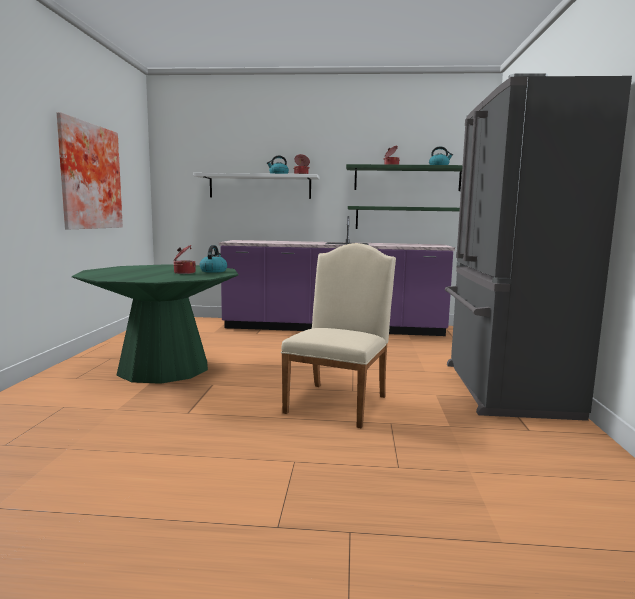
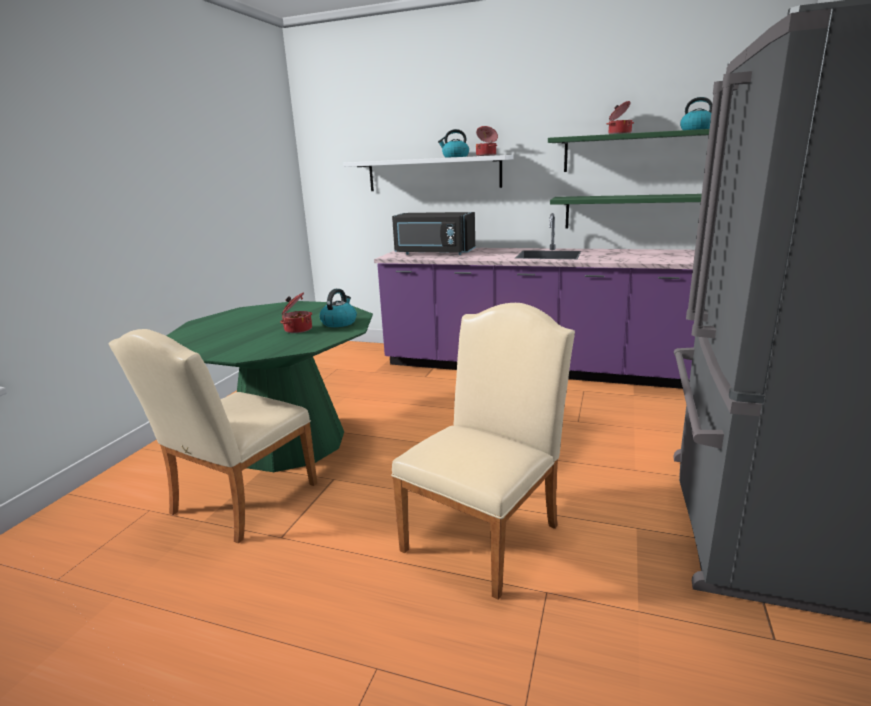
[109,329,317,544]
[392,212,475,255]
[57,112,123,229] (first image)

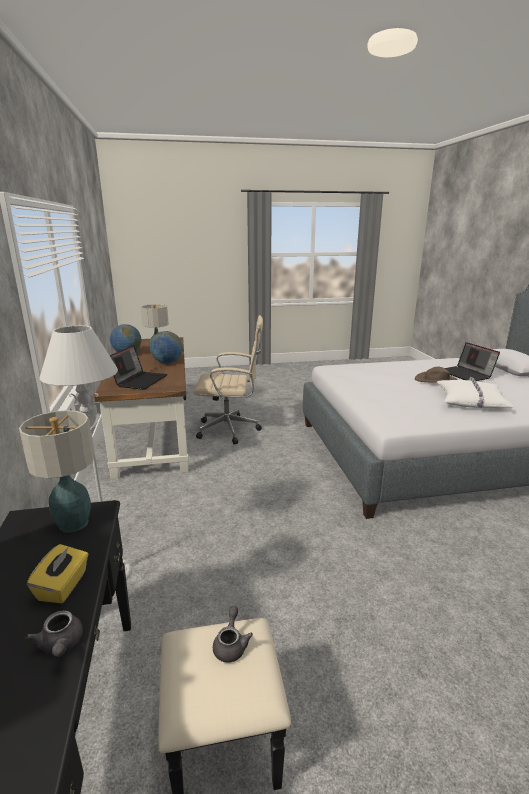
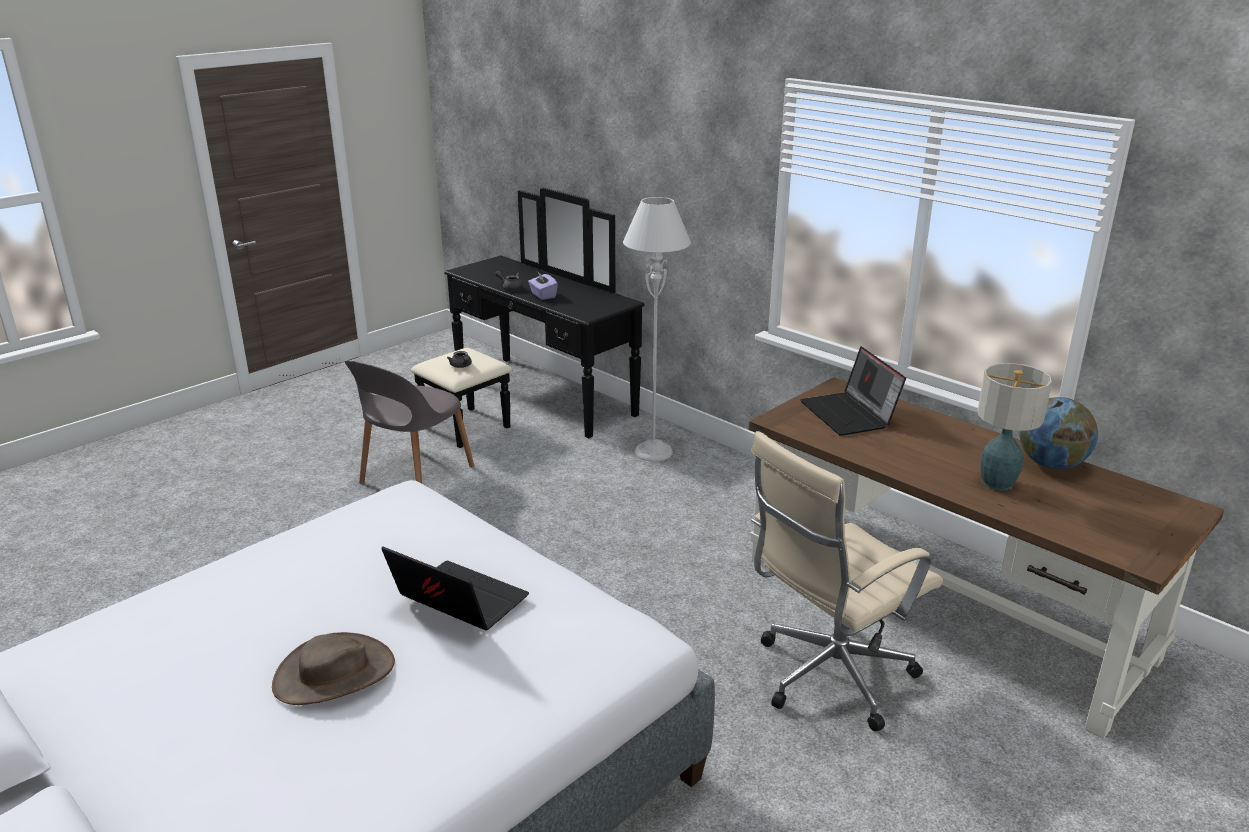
[345,361,474,484]
[382,546,529,630]
[528,271,558,300]
[19,410,95,533] (first image)
[150,331,183,363] (first image)
[437,377,514,408] (first image)

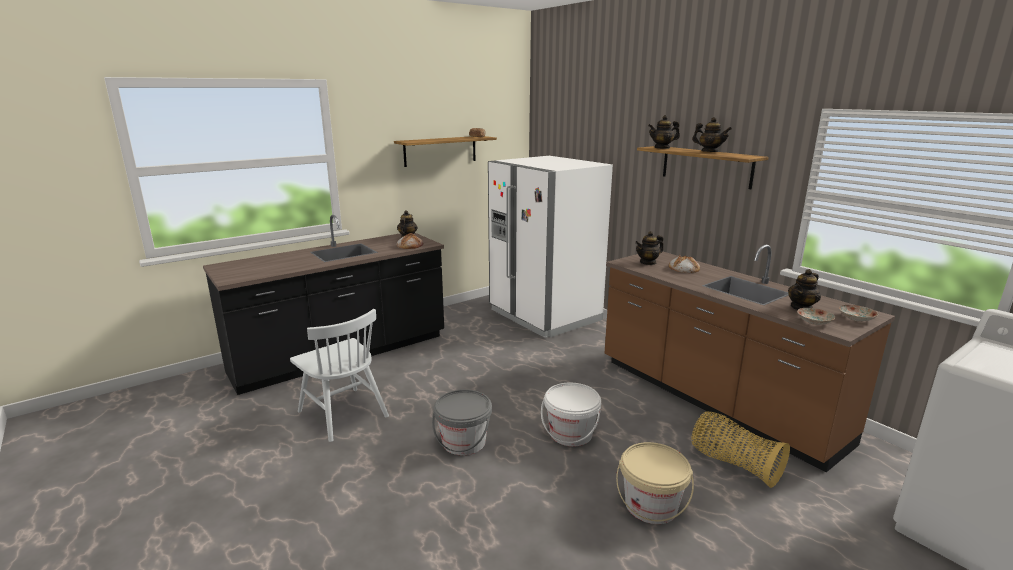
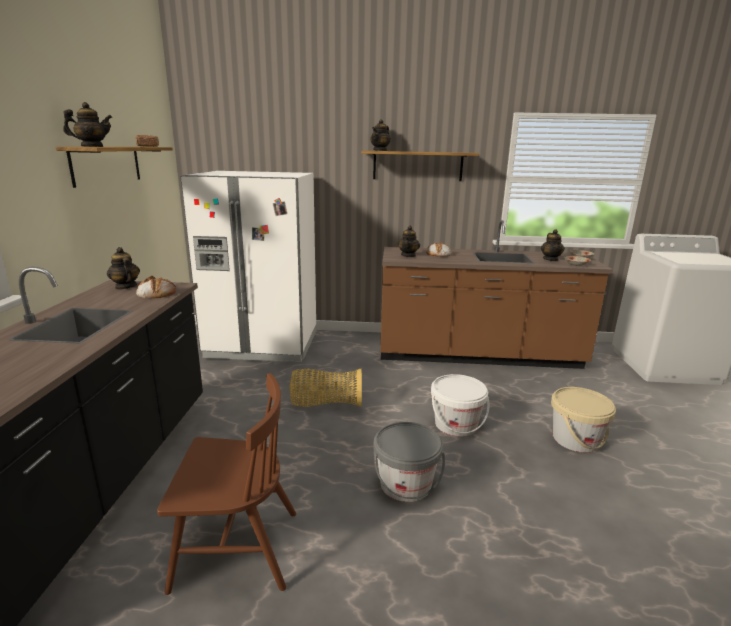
[63,102,112,147]
[157,373,296,595]
[289,369,362,407]

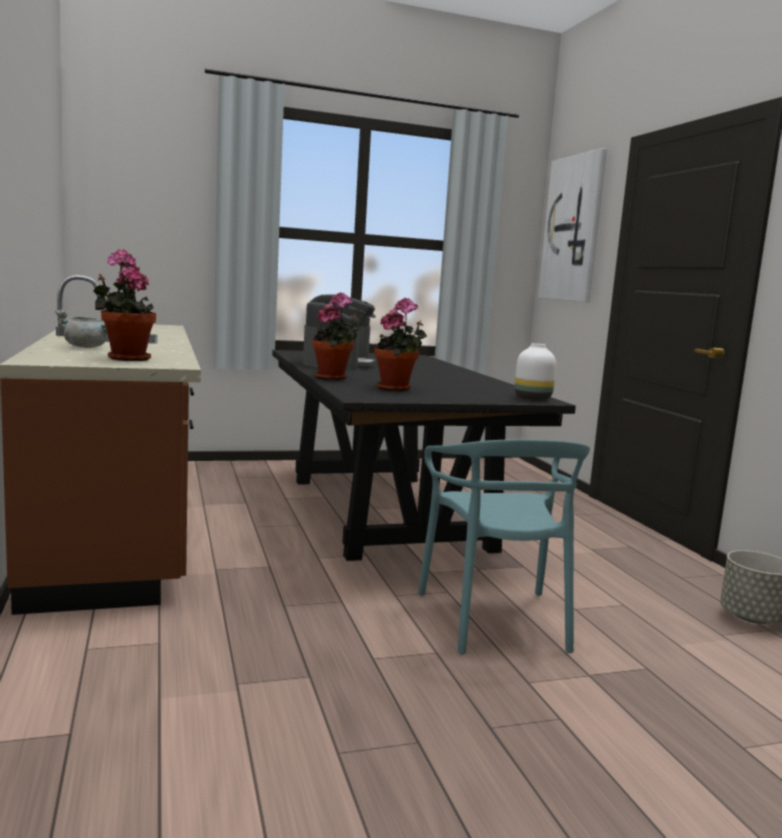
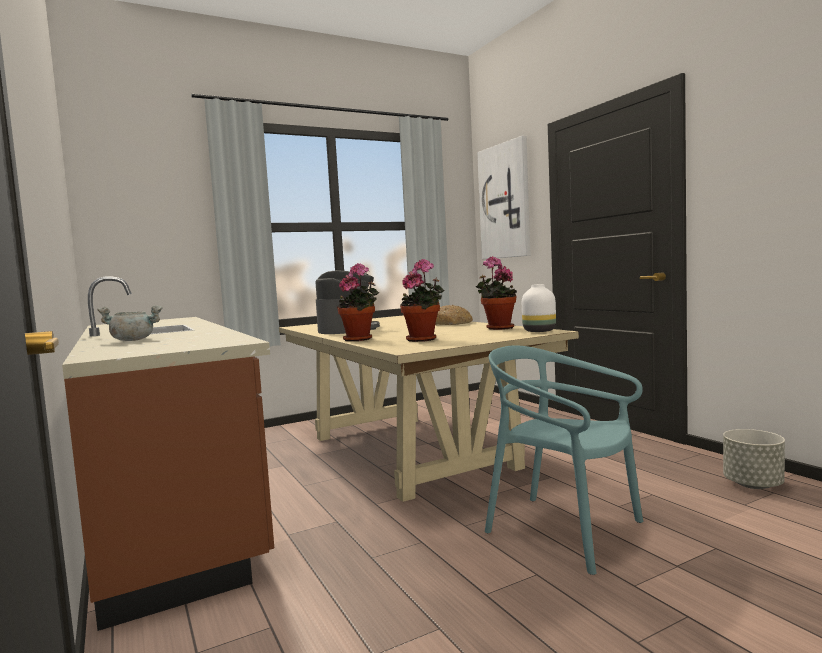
[279,315,579,502]
[435,305,473,325]
[475,256,517,330]
[485,345,643,575]

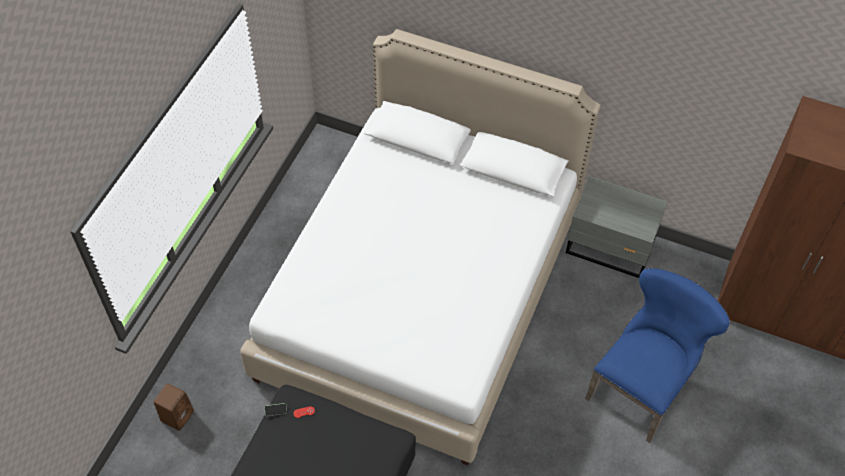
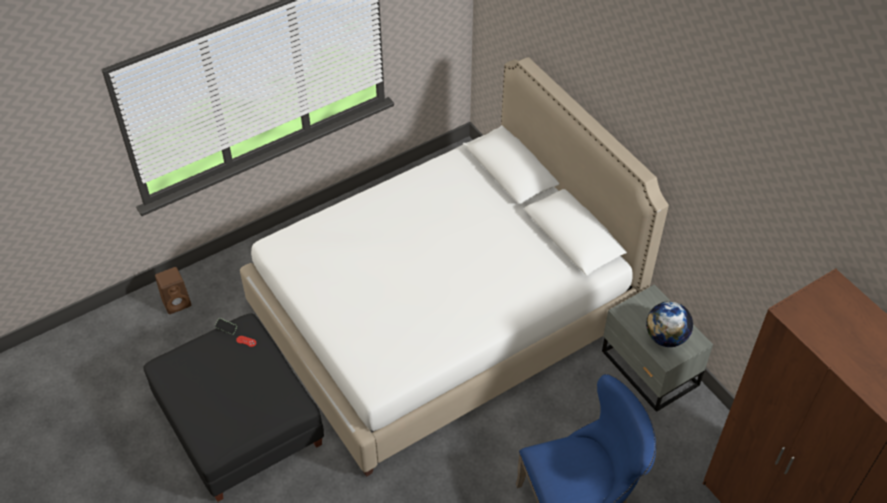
[646,301,693,347]

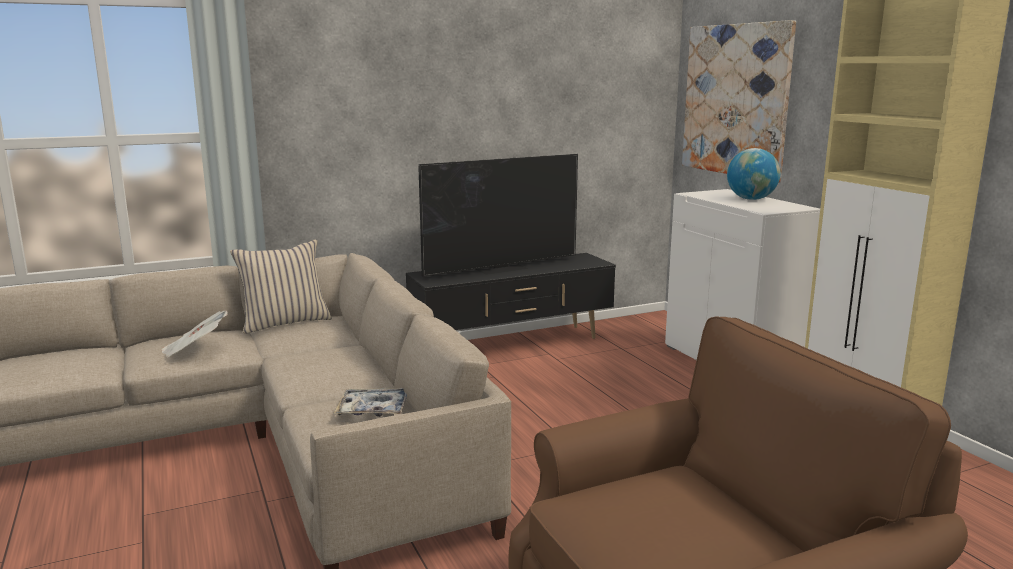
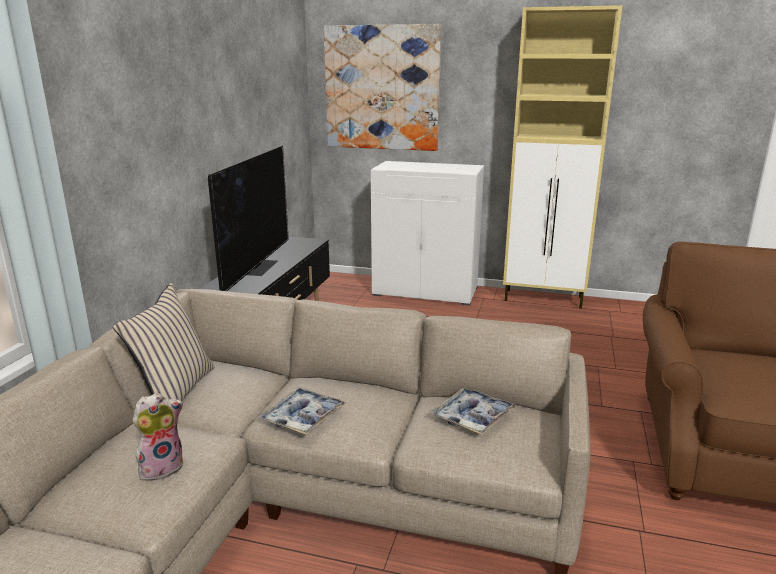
[132,393,183,483]
[259,387,346,435]
[727,148,780,200] (first image)

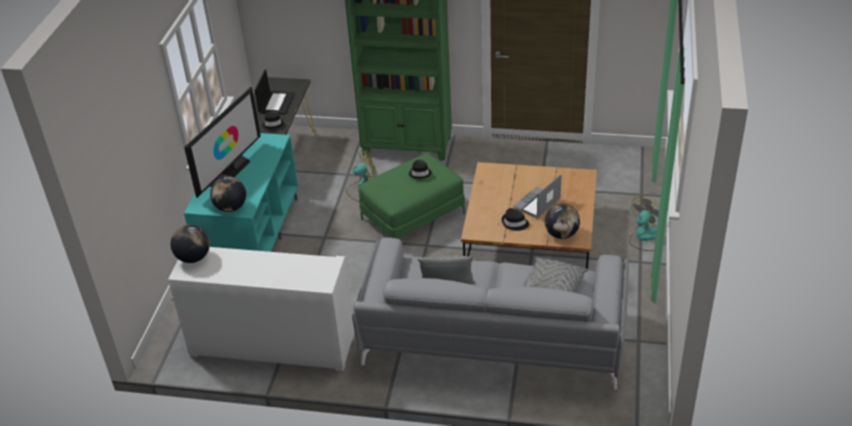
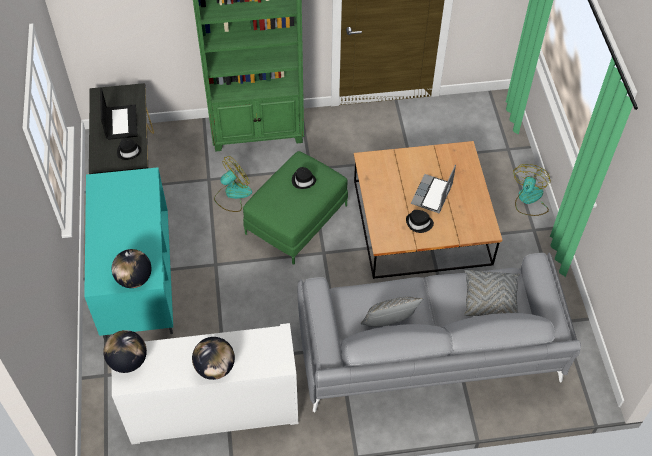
[192,337,235,380]
[184,87,261,198] (first image)

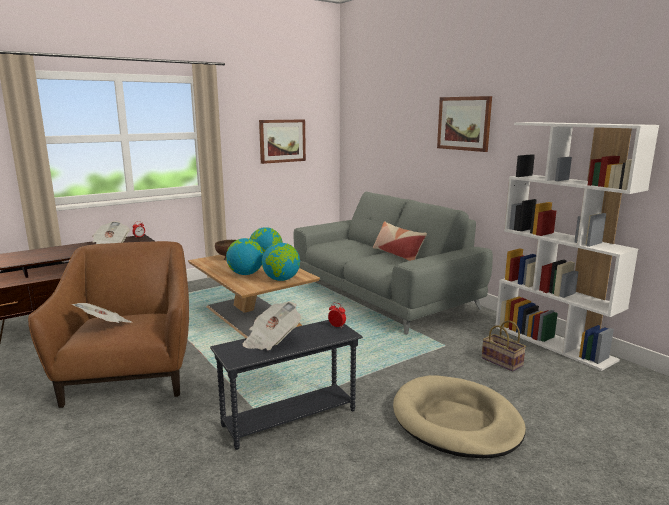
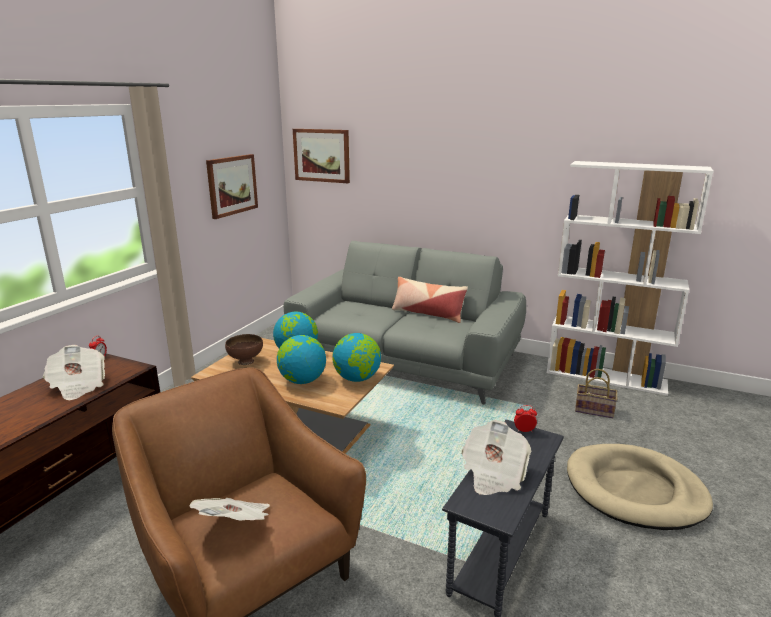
[293,129,350,183]

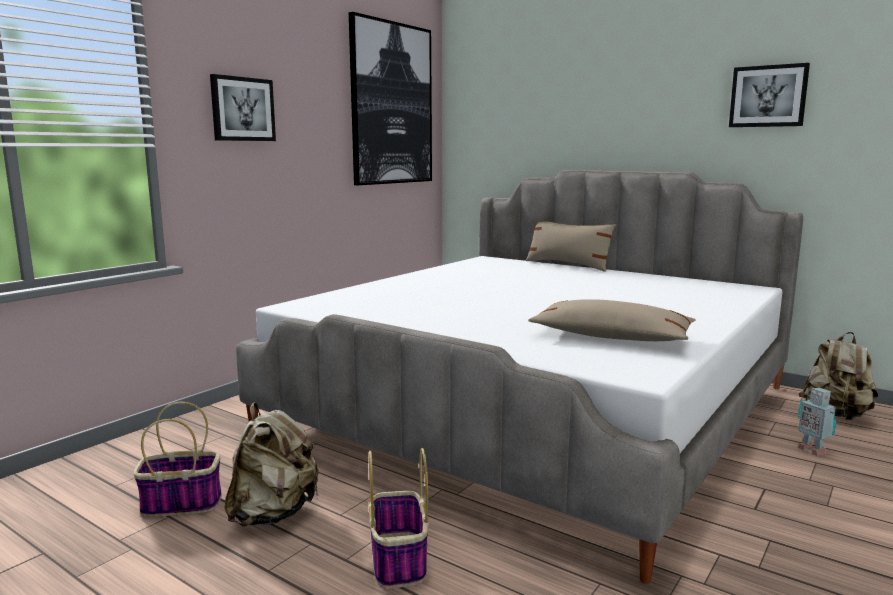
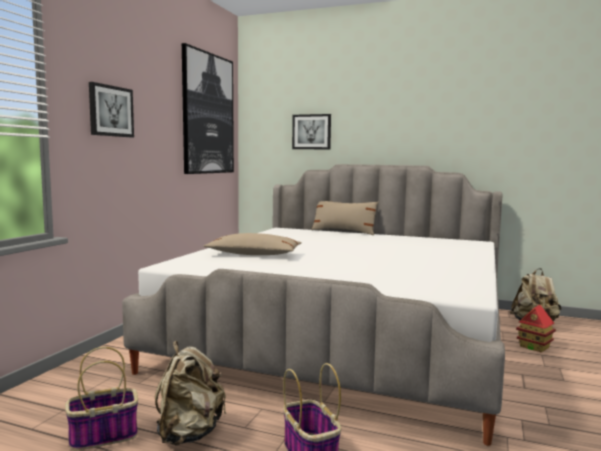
[204,233,301,255]
[292,114,331,149]
[516,305,556,352]

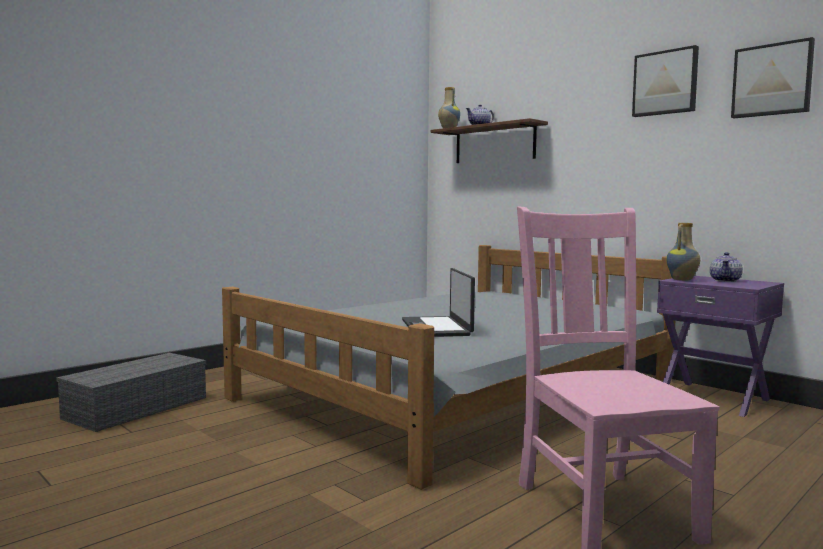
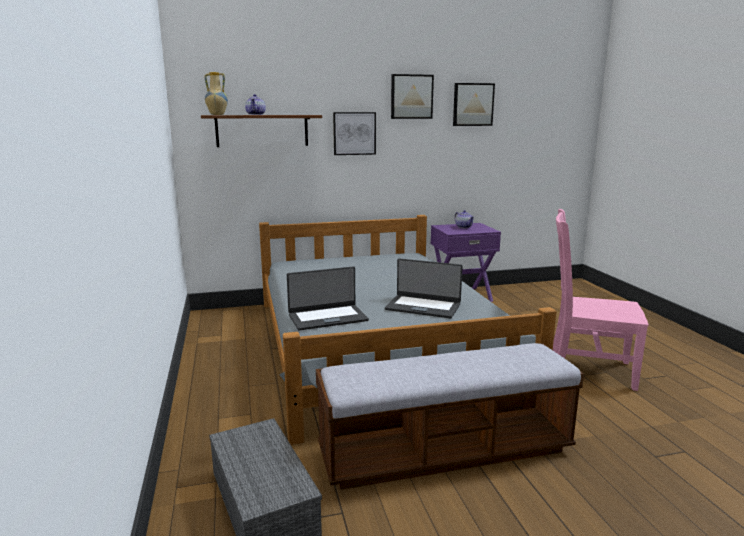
[287,266,369,330]
[316,343,584,490]
[333,112,376,155]
[666,223,700,281] (first image)

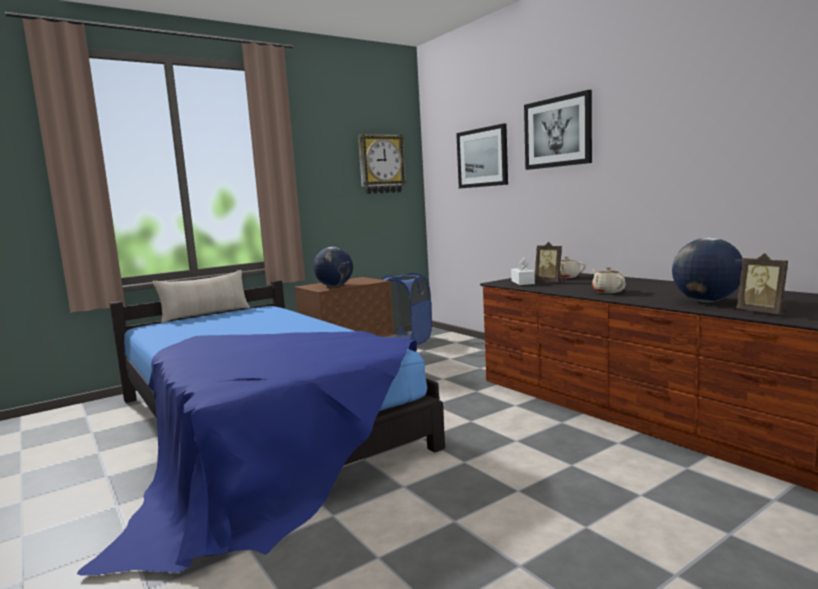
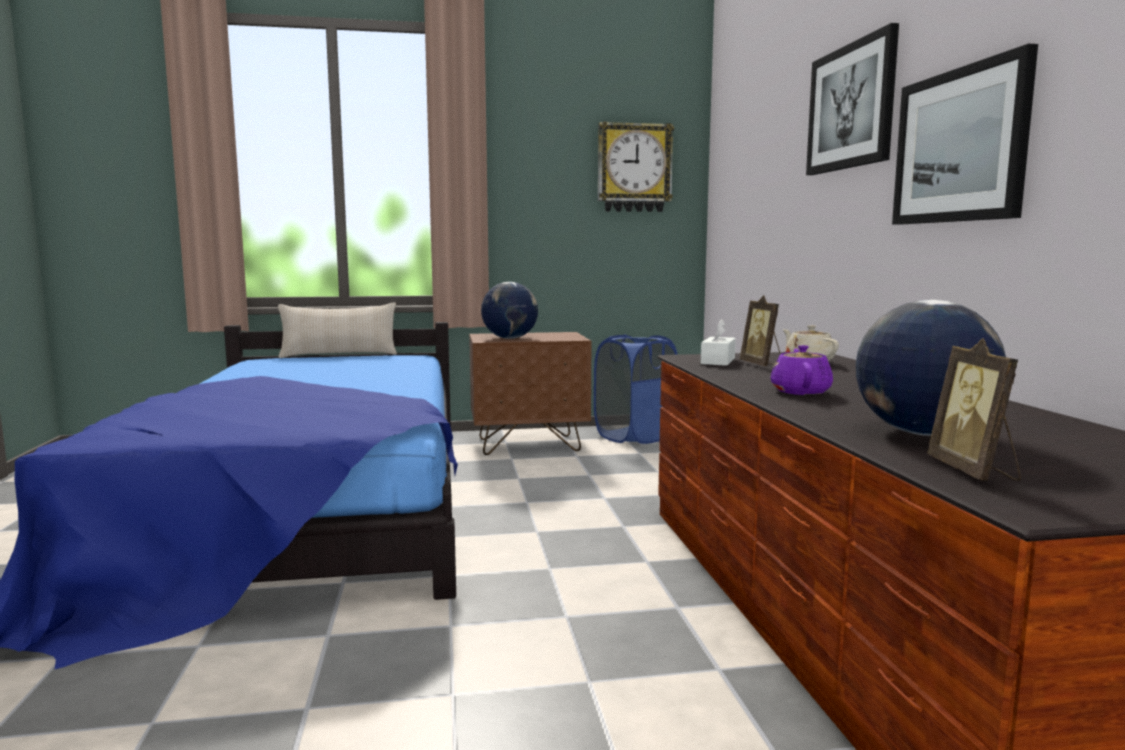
[771,345,833,395]
[892,44,1038,225]

